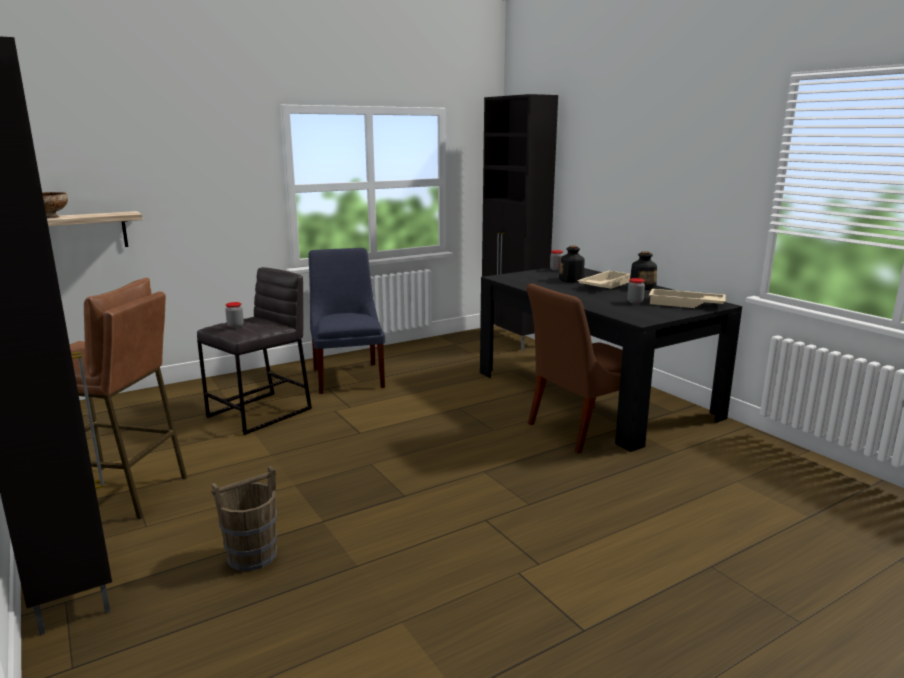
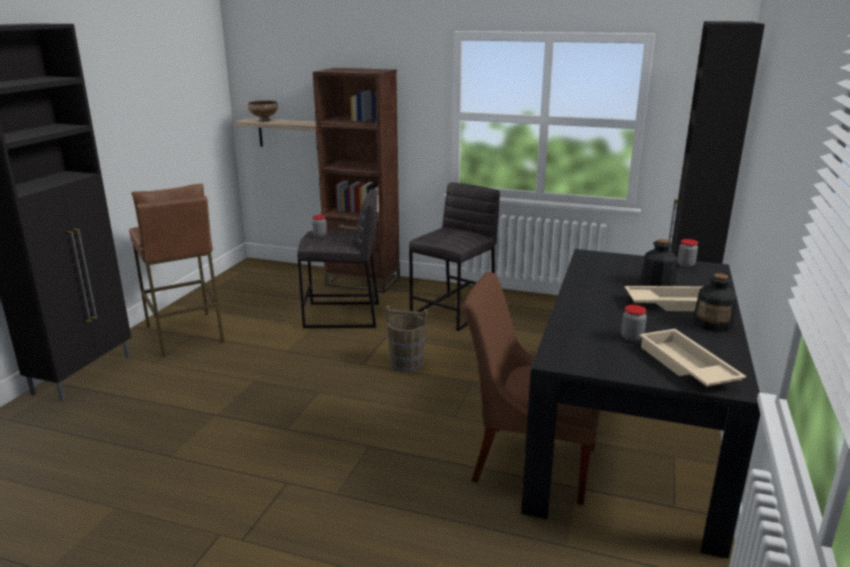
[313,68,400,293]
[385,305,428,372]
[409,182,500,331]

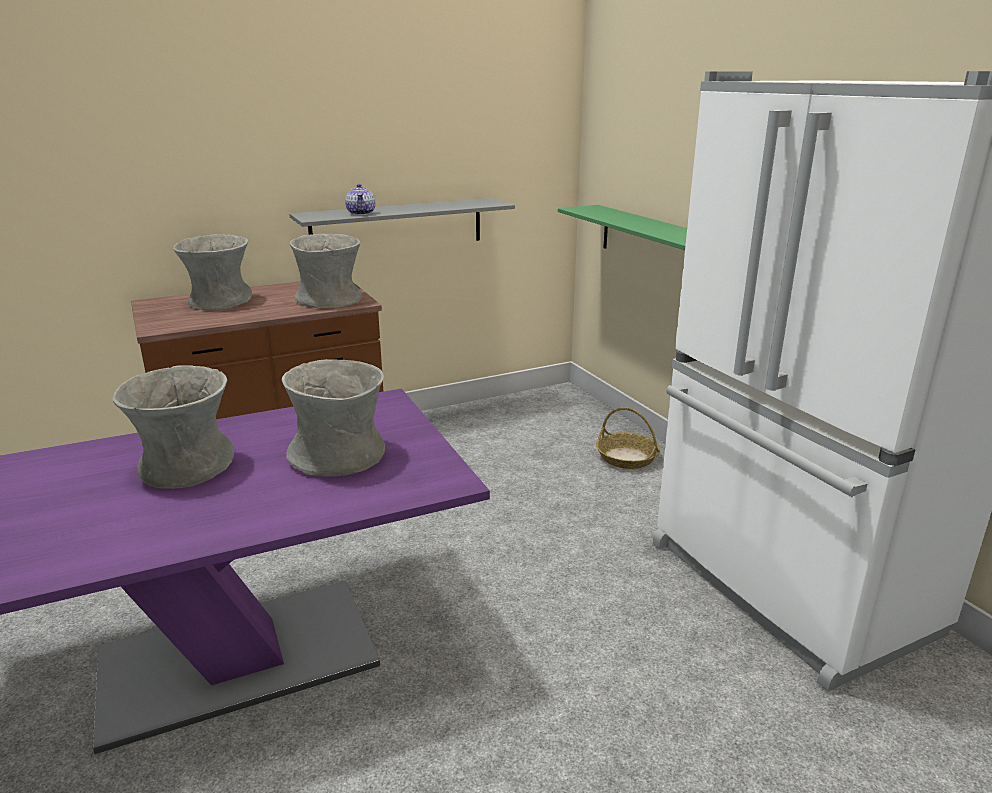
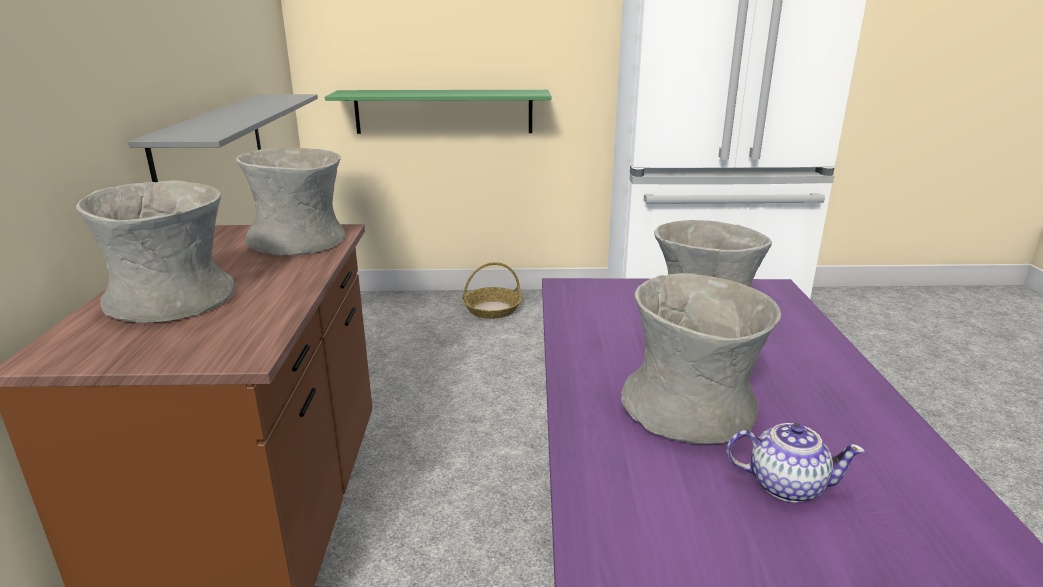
[726,423,865,503]

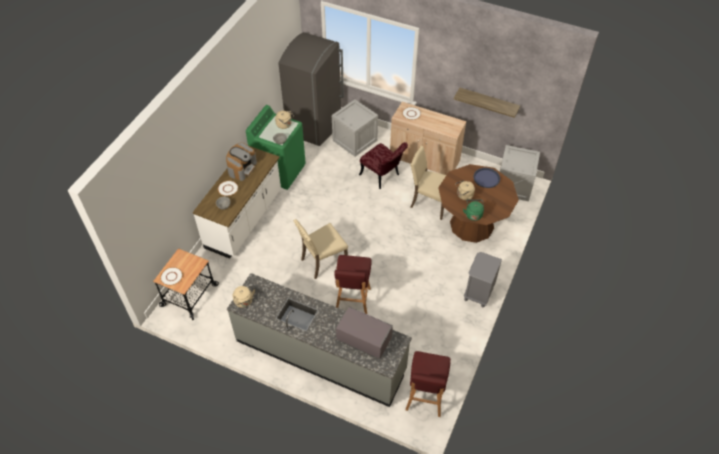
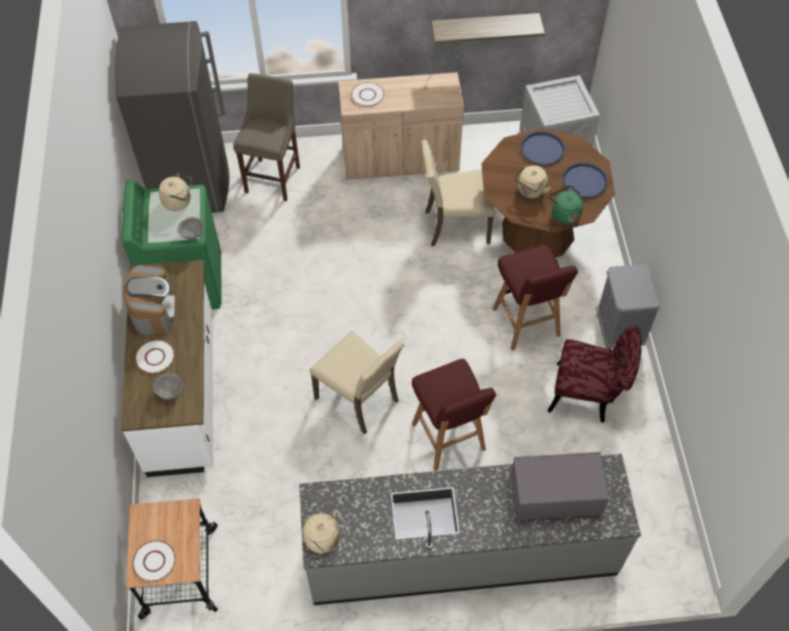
[233,73,300,201]
[310,331,405,434]
[492,245,578,351]
[548,325,641,423]
[562,162,608,198]

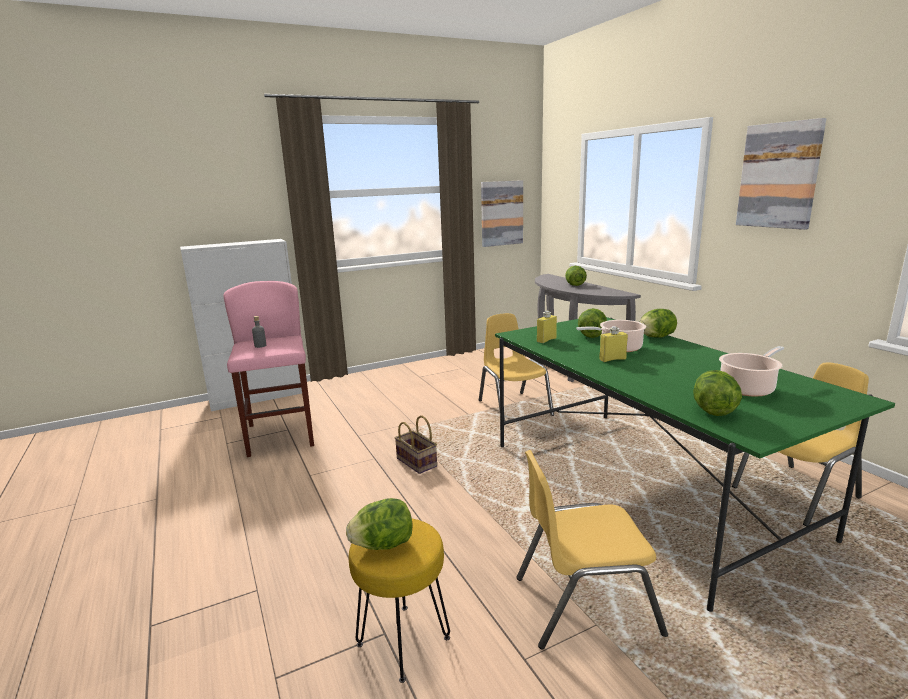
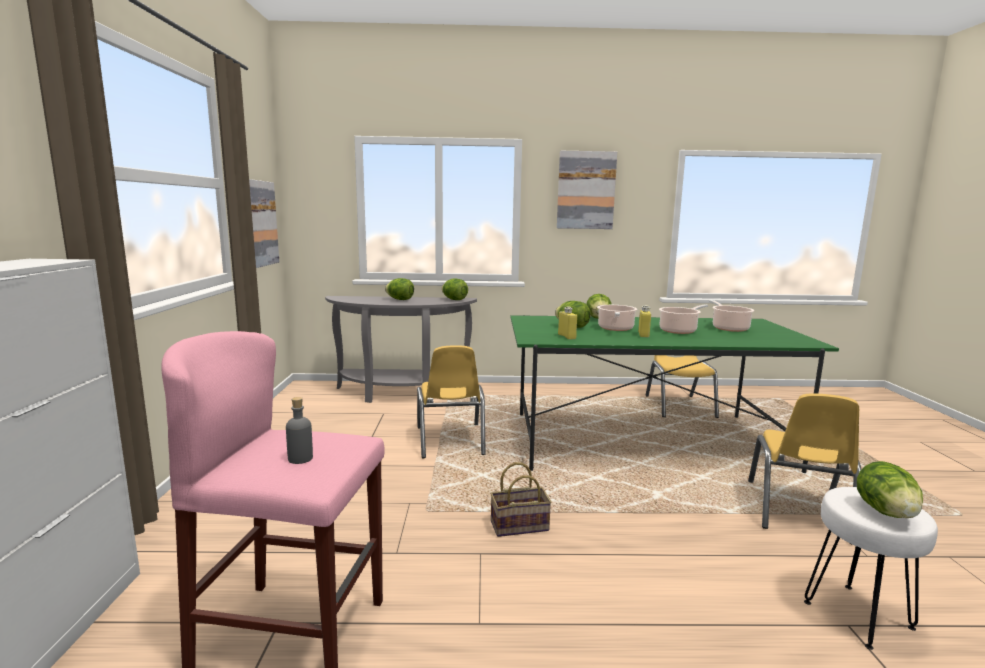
[417,345,486,458]
[442,279,468,300]
[659,304,708,334]
[804,487,938,650]

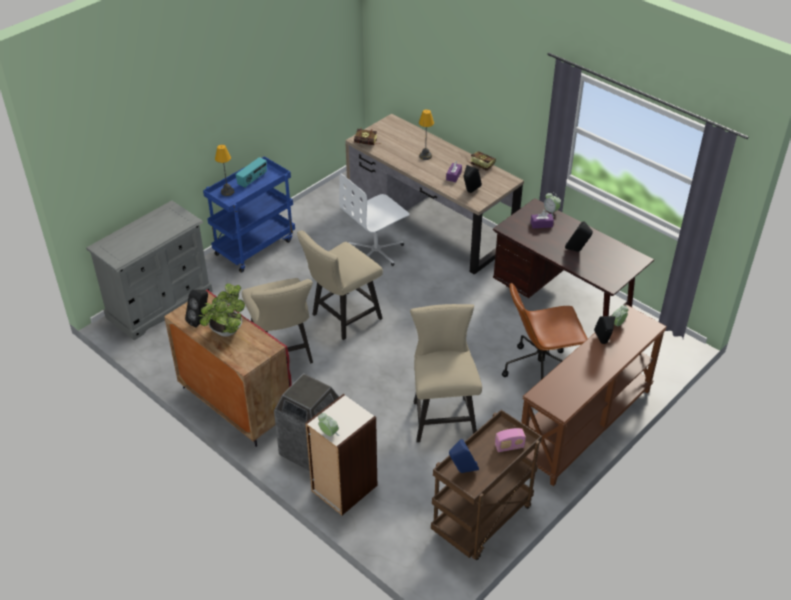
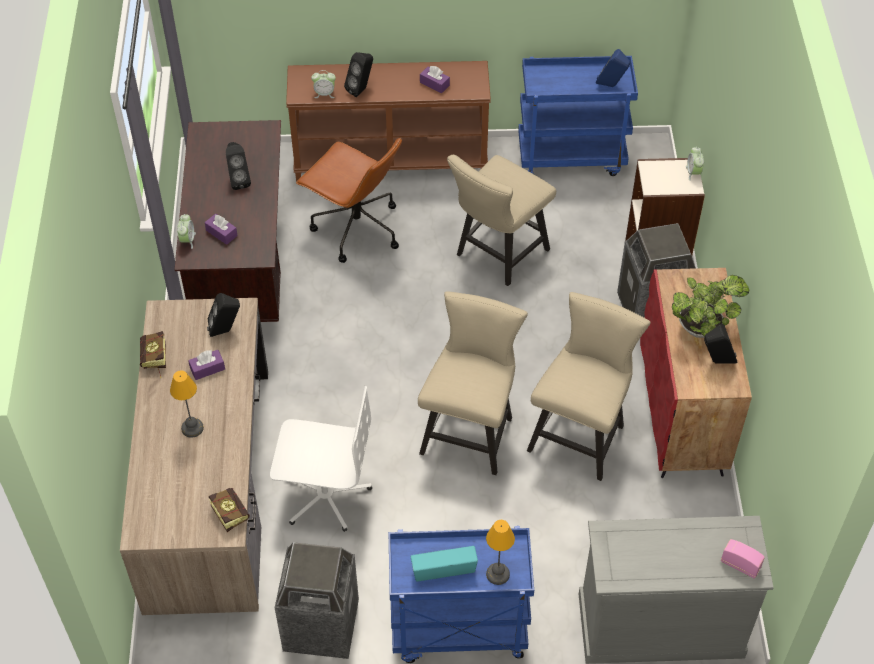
[275,542,359,659]
[418,291,528,475]
[420,66,450,94]
[518,56,638,176]
[721,539,765,579]

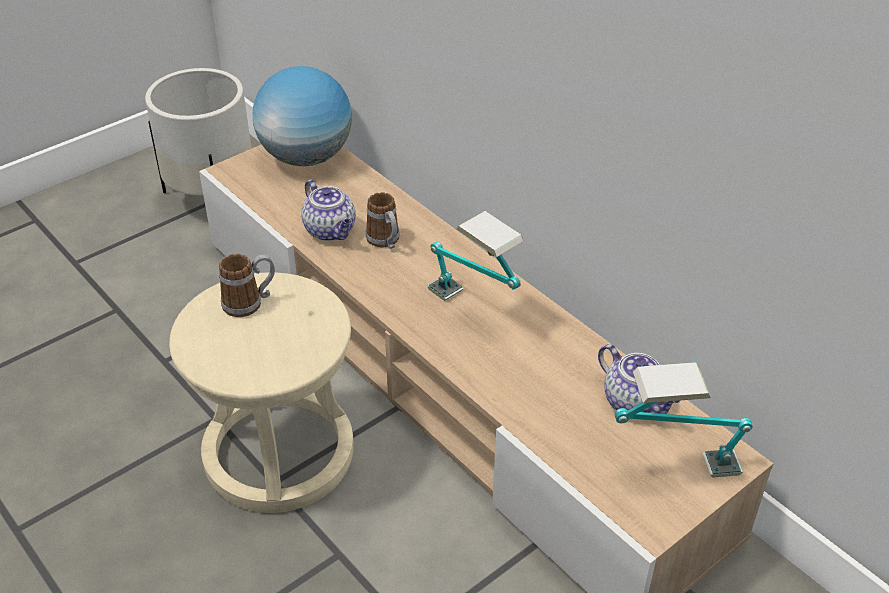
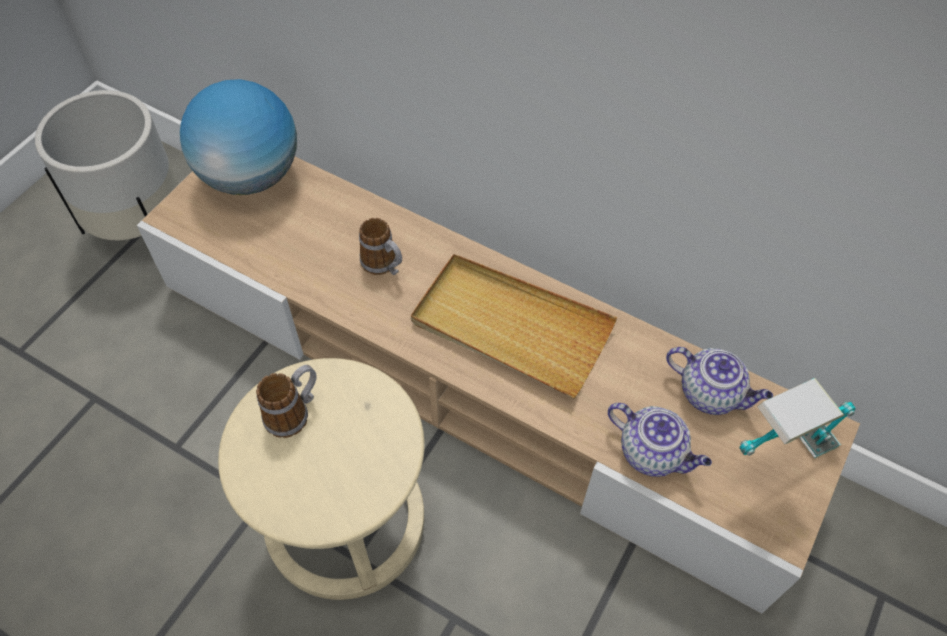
[411,254,617,399]
[608,403,712,477]

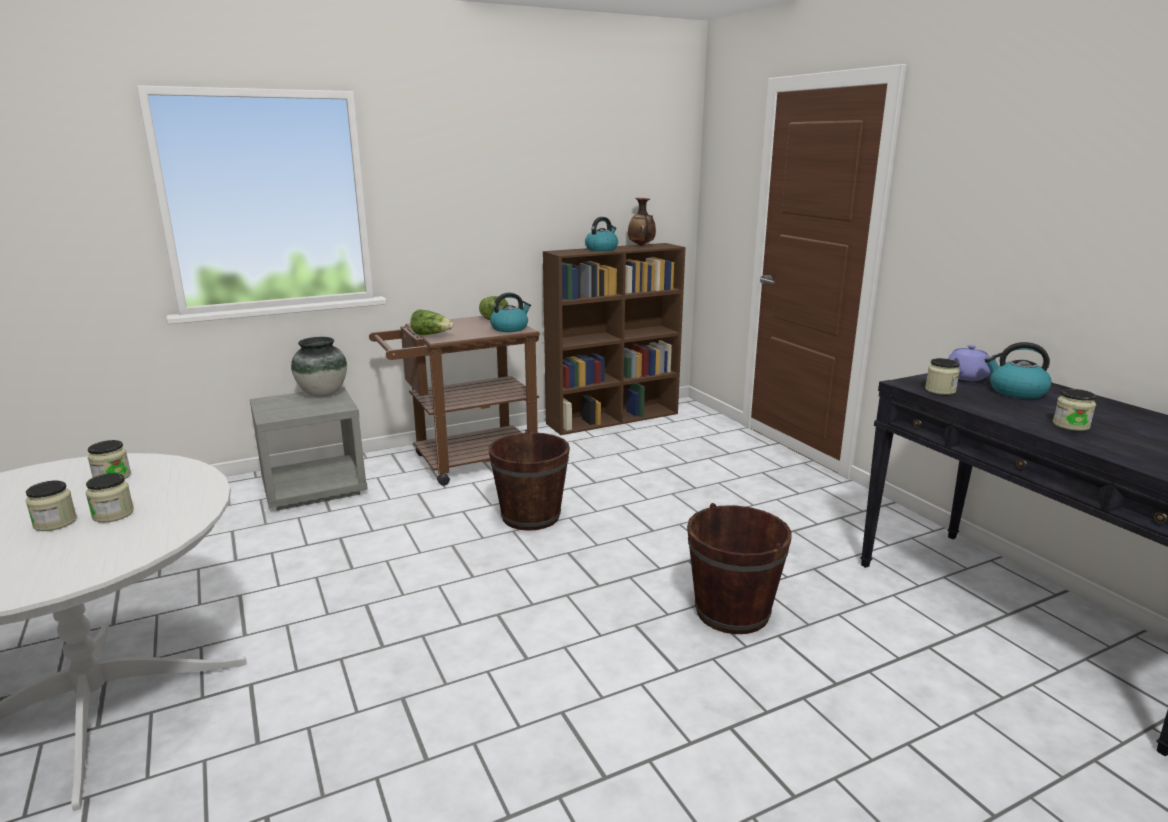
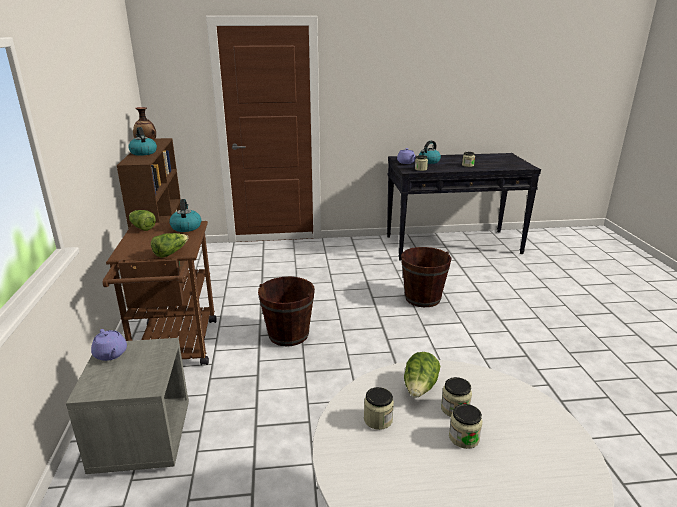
[91,329,127,361]
[404,352,440,398]

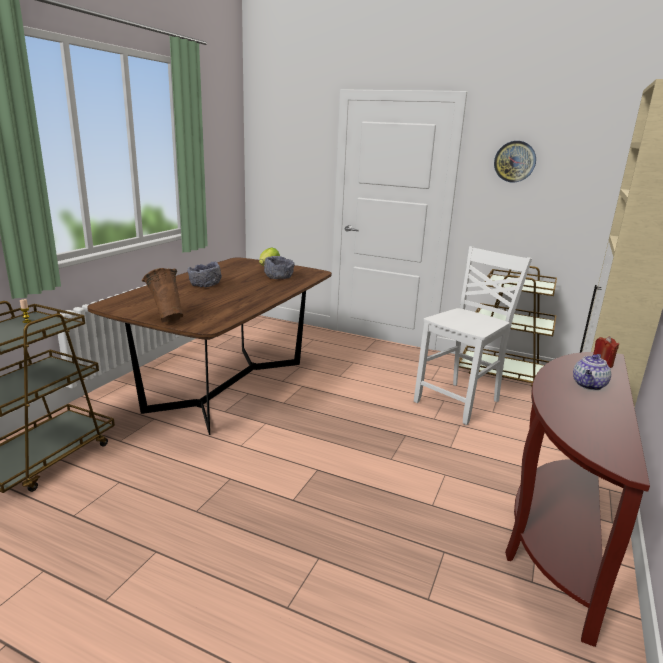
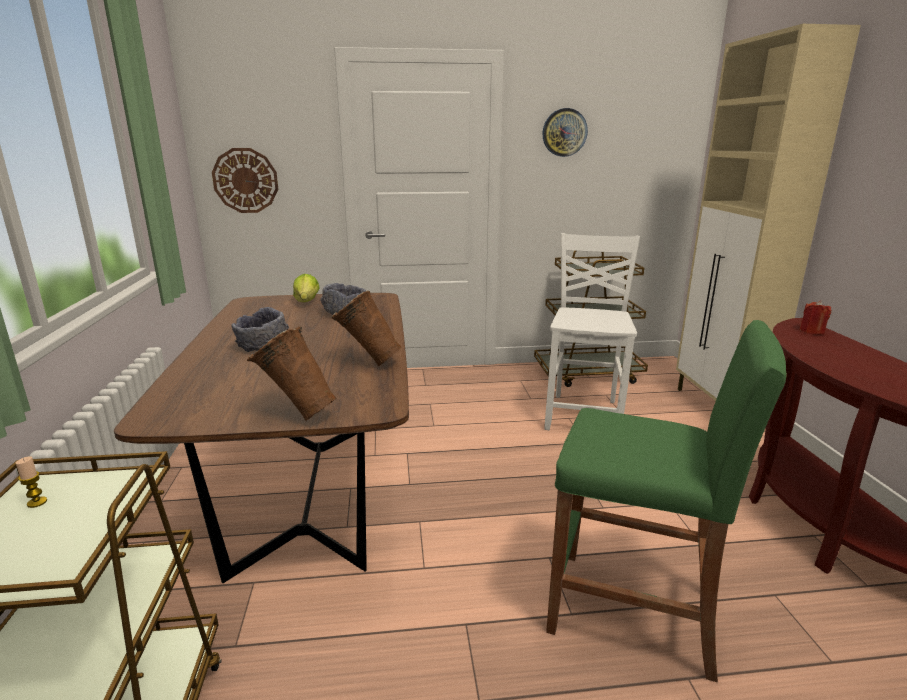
[212,148,278,213]
[331,291,401,366]
[546,320,787,682]
[573,354,611,390] (first image)

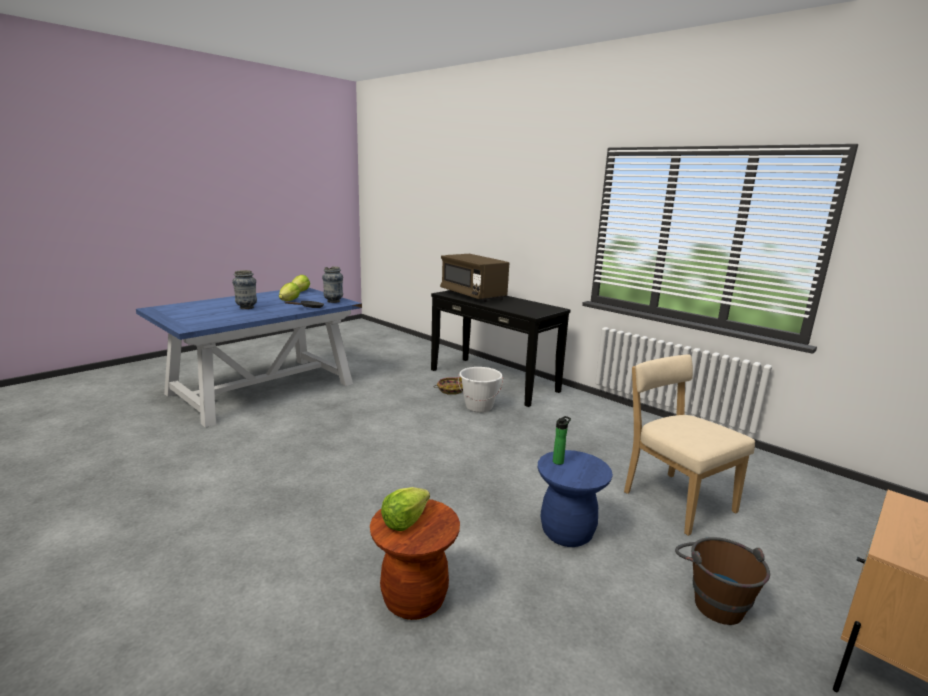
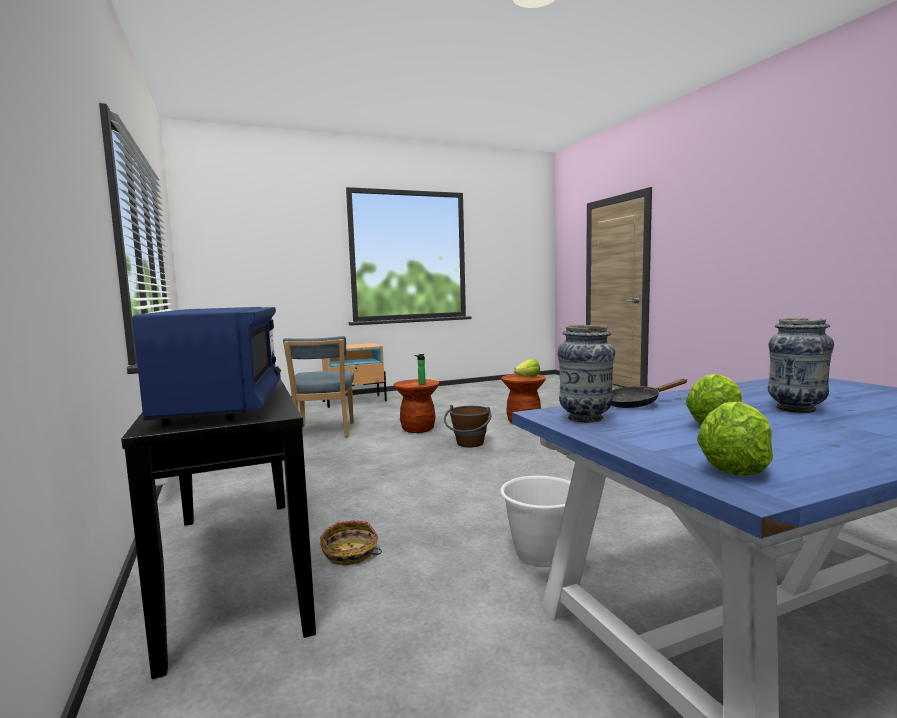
[132,307,281,425]
[283,336,354,437]
[394,379,439,433]
[444,405,491,447]
[501,476,571,567]

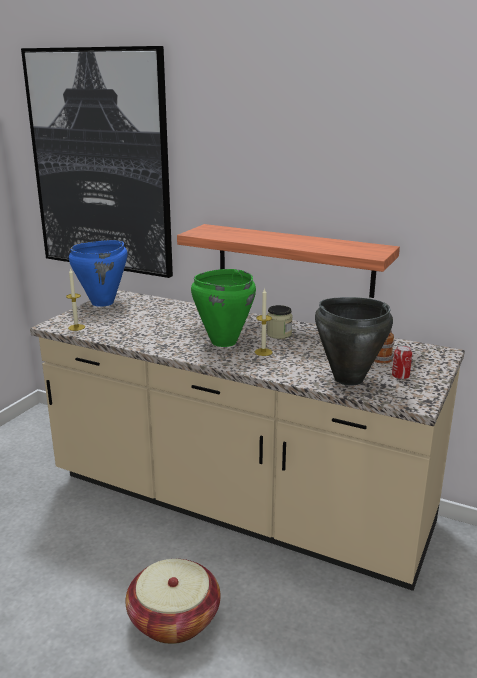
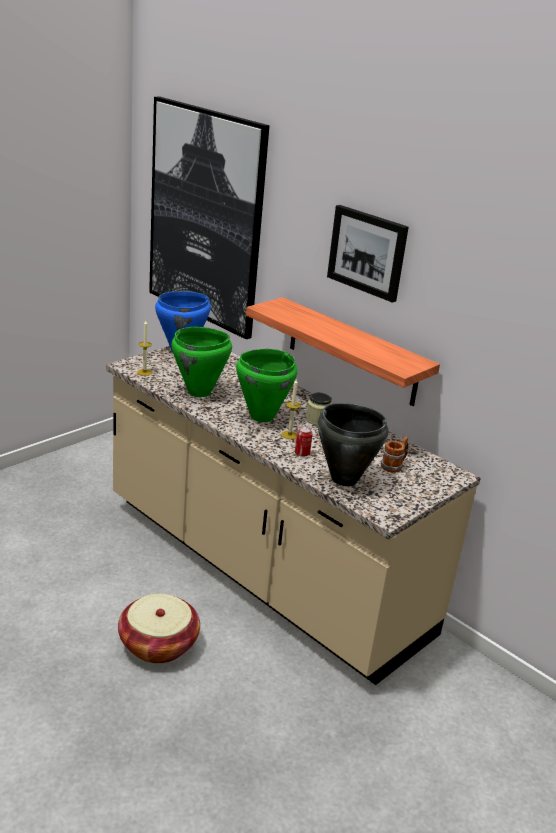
[171,327,232,397]
[295,426,312,457]
[327,205,409,303]

